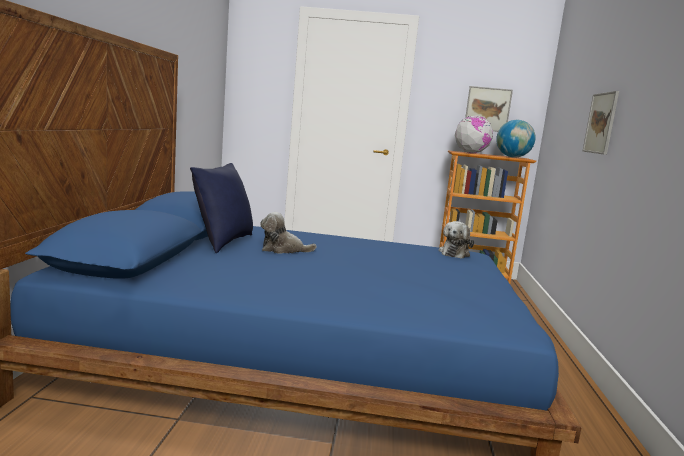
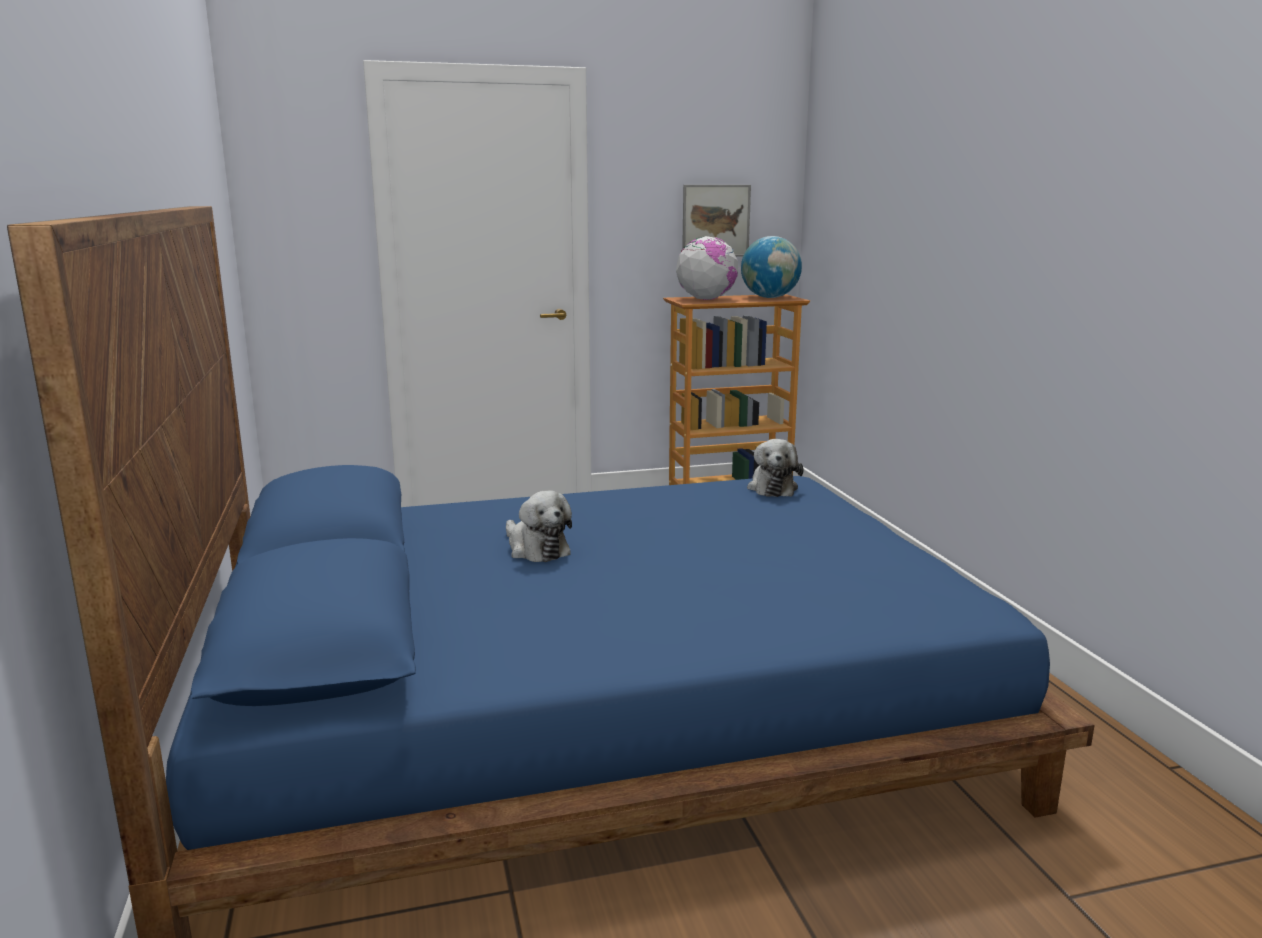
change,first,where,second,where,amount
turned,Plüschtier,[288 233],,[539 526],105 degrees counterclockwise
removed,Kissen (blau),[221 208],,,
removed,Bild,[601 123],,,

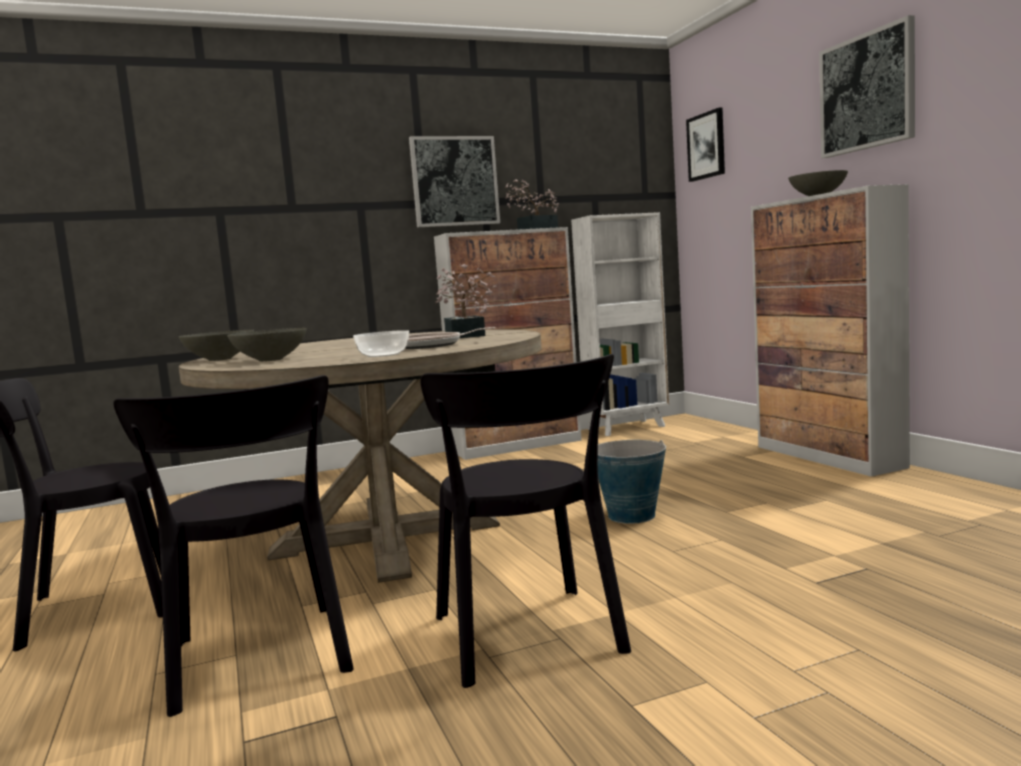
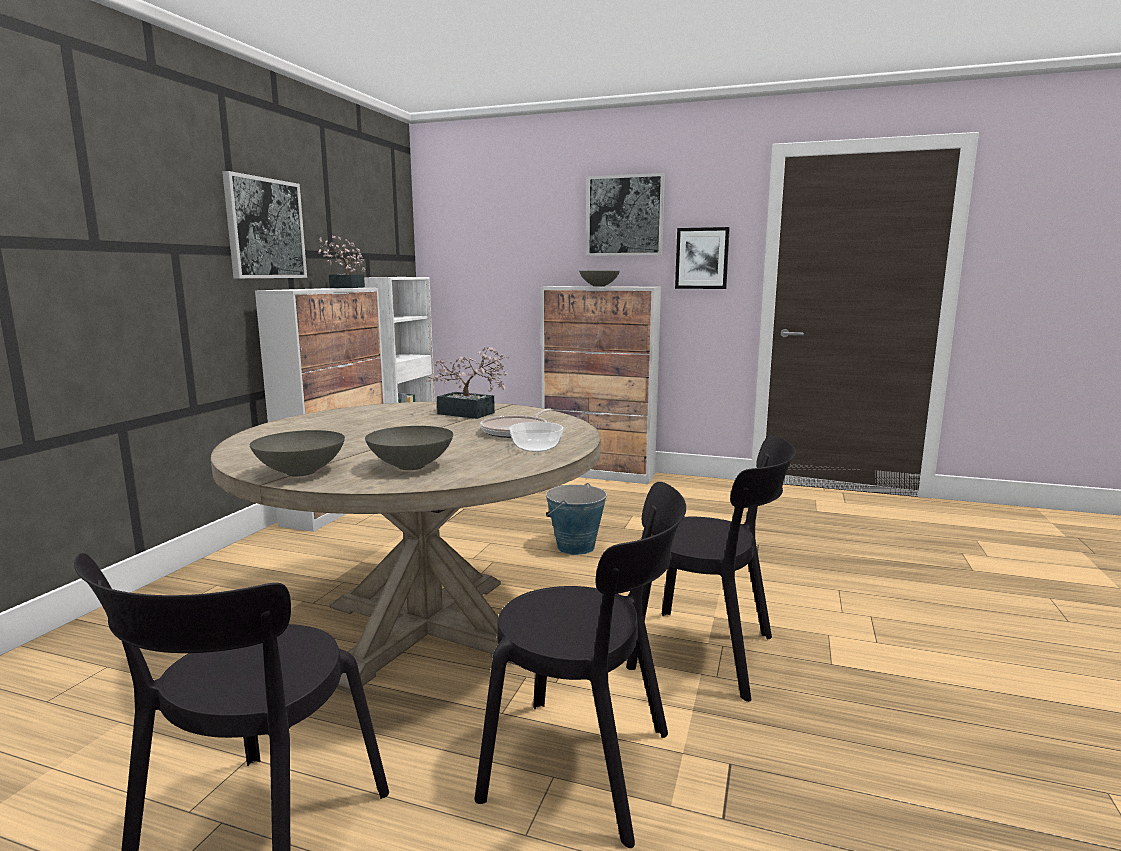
change,first,where,second,where,amount
moved,Bild,[705 145],,[702 258],

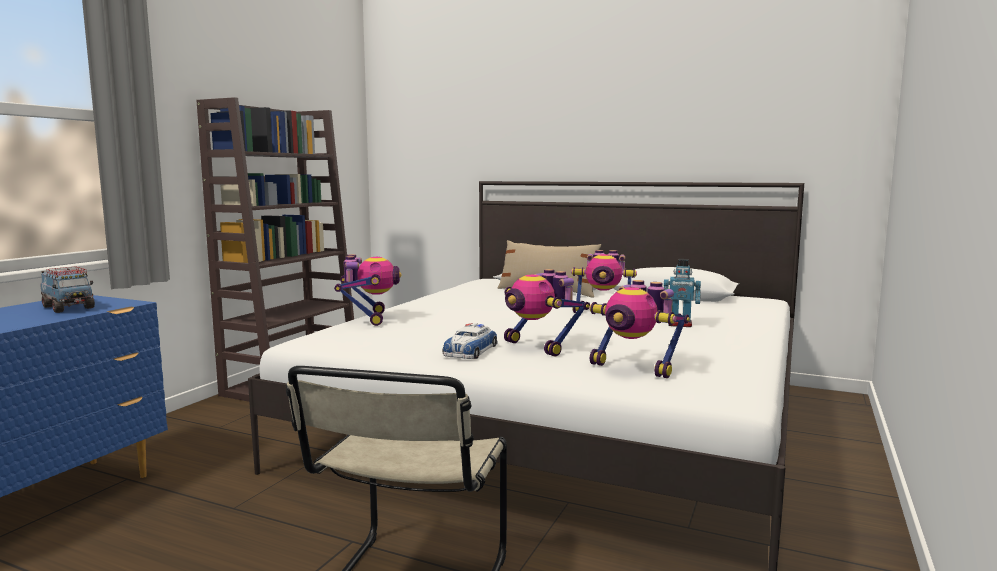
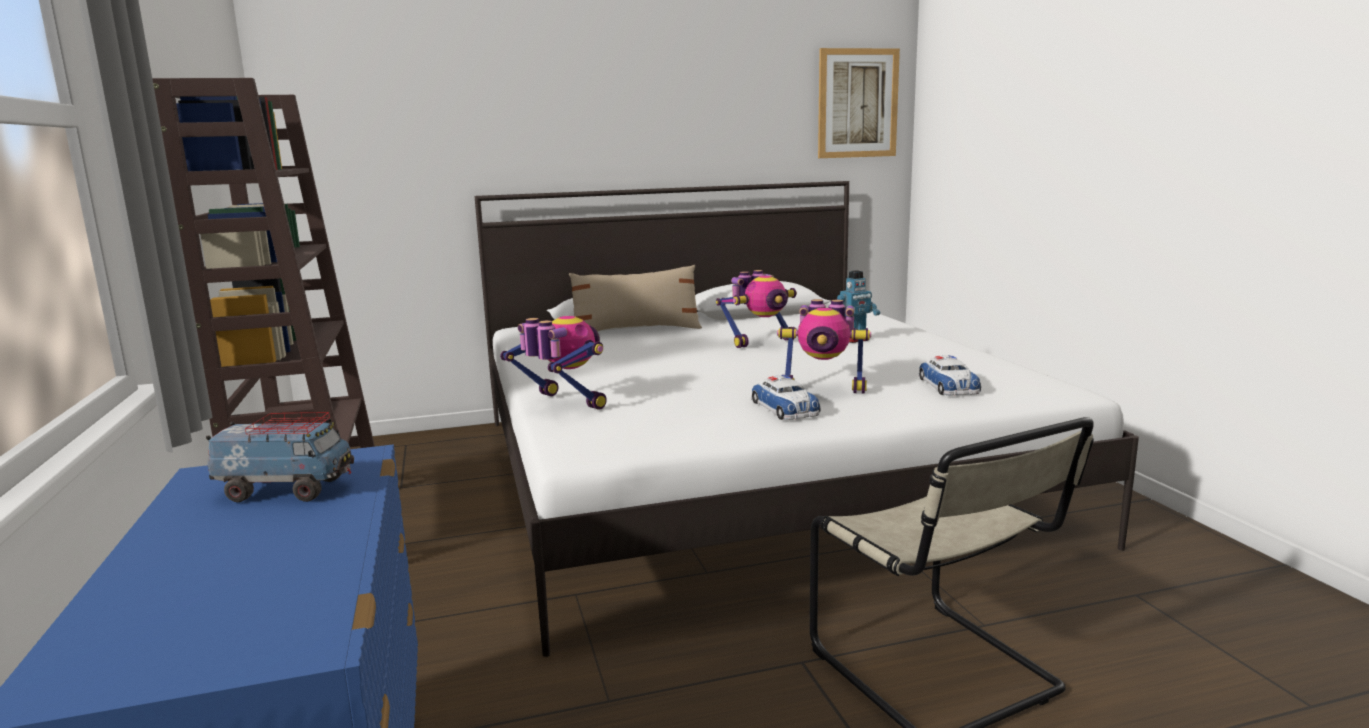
change,first,where,second,where,amount
added,,,Bild,[859 103],
replaced,Spielzeugroboter,[639 329],Spielzeugauto,[949 375],

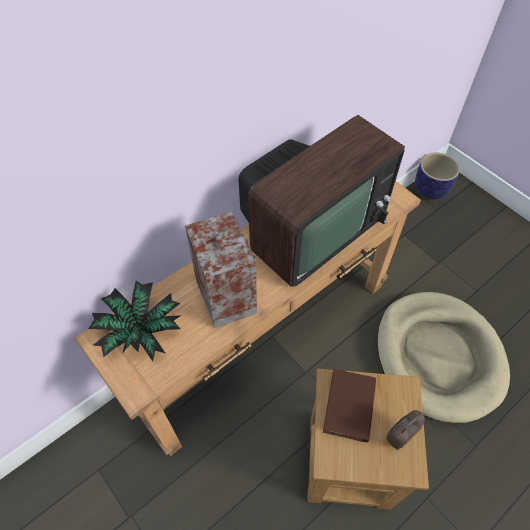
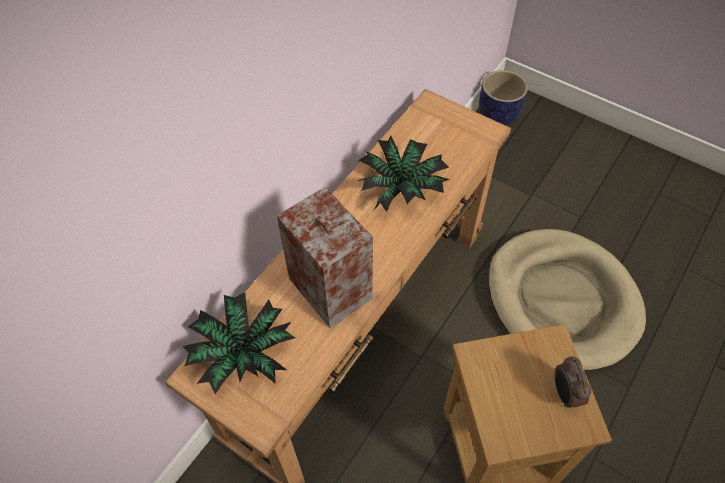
change,first,where,second,where,amount
replaced,Fernseher,[322 201],Topfpflanze,[403 174],
turned,Wecker,[405 430],,[572 382],45 degrees counterclockwise
removed,Buch (braun),[349 405],,,

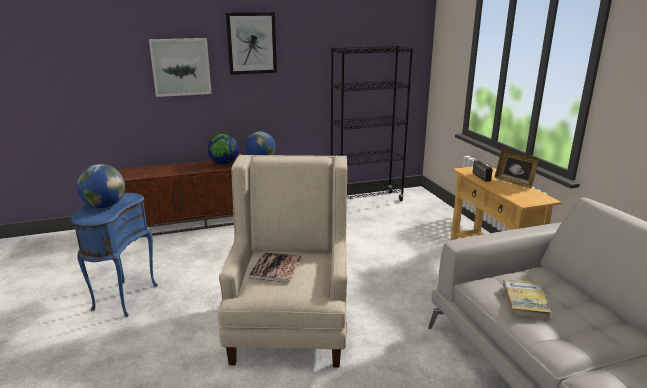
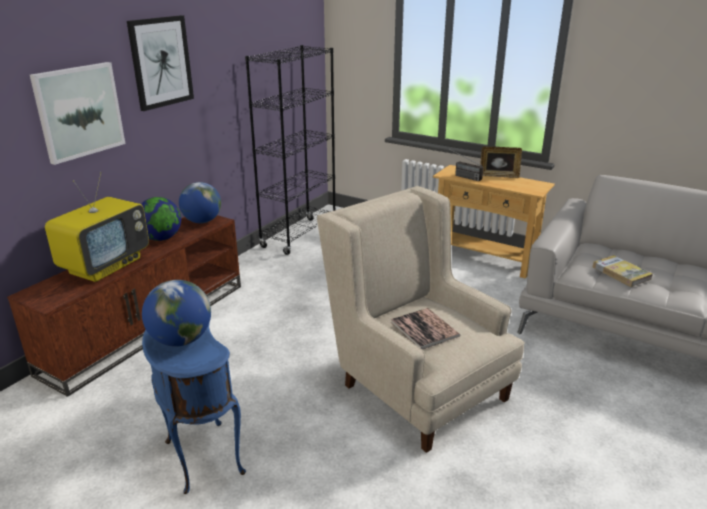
change,first,where,second,where,amount
added,,,Fernseher,[97 227],

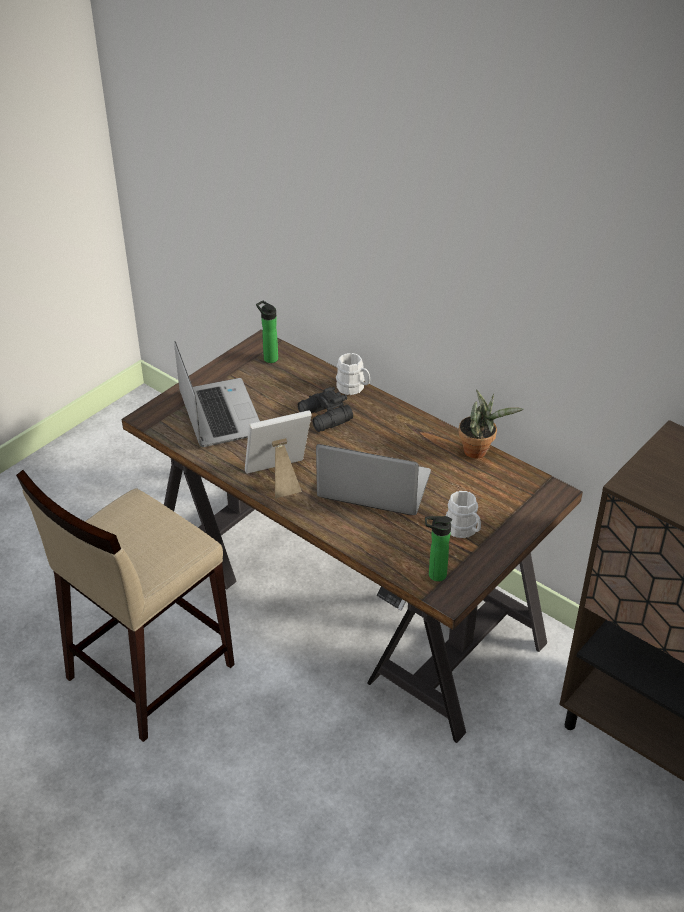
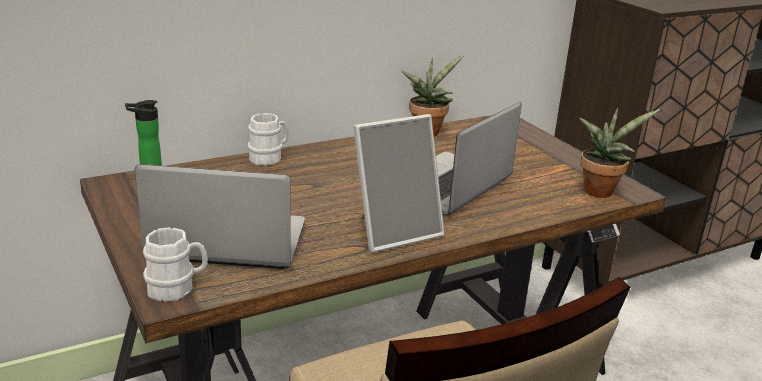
change,first,where,second,where,amount
moved,Henkelbecher (weiß),[463 514],,[175 264],
turned,Bilderrahmen,[278 454],,[399 183],120 degrees counterclockwise
replaced,Flasche,[438 549],Topfpflanze,[619 153],
removed,Fernglas (schwarz),[325 409],,,

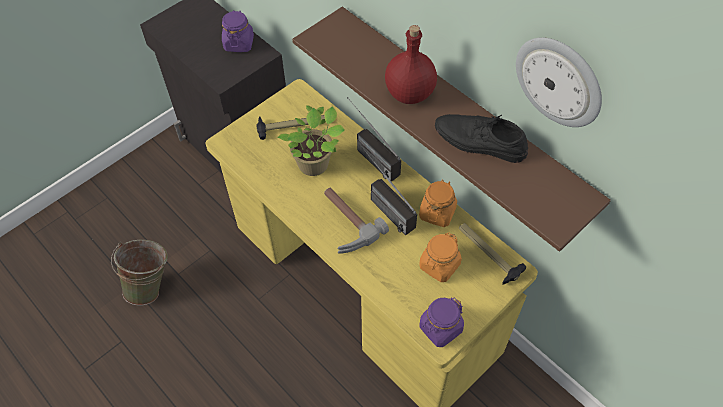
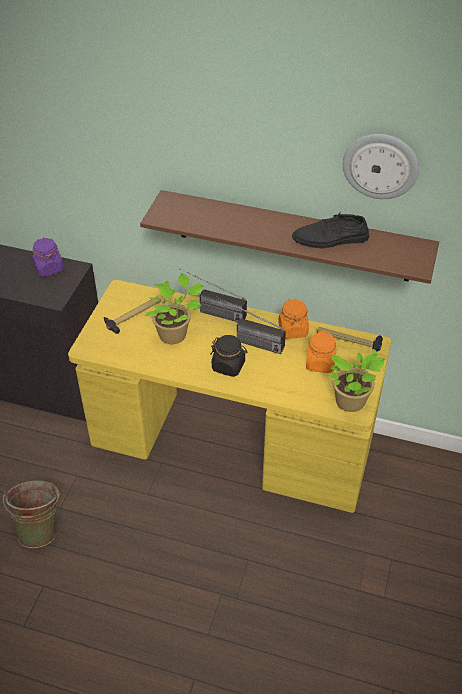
change,first,where,second,where,amount
replaced,Hammer,[356 220],Vorratsglas (schwarz),[229 356],
replaced,Vorratsglas (lila),[441 322],Topfpflanze,[356 380],
removed,Flasche (rot),[411 64],,,

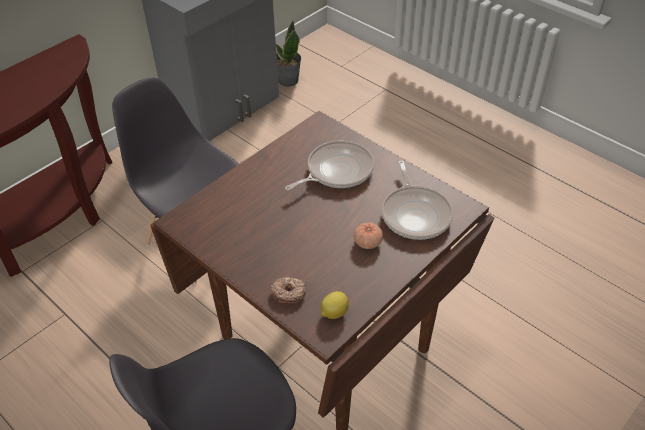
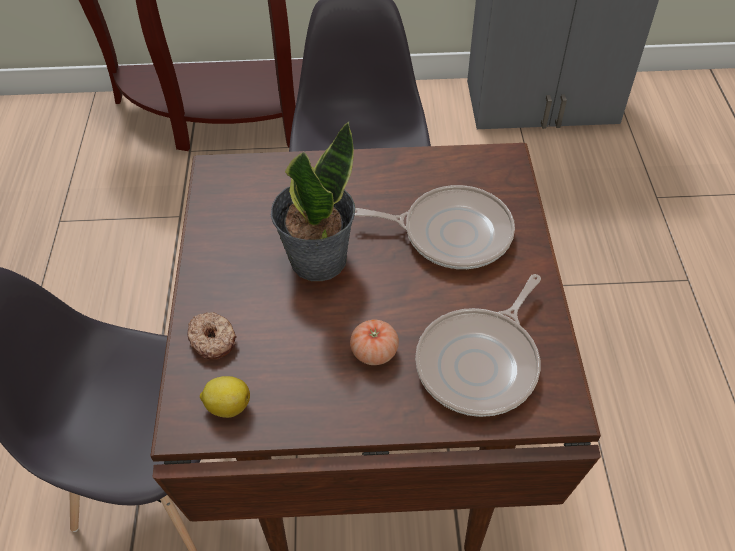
change,first,where,second,where,amount
moved,Topfpflanze,[288 54],,[313 201],

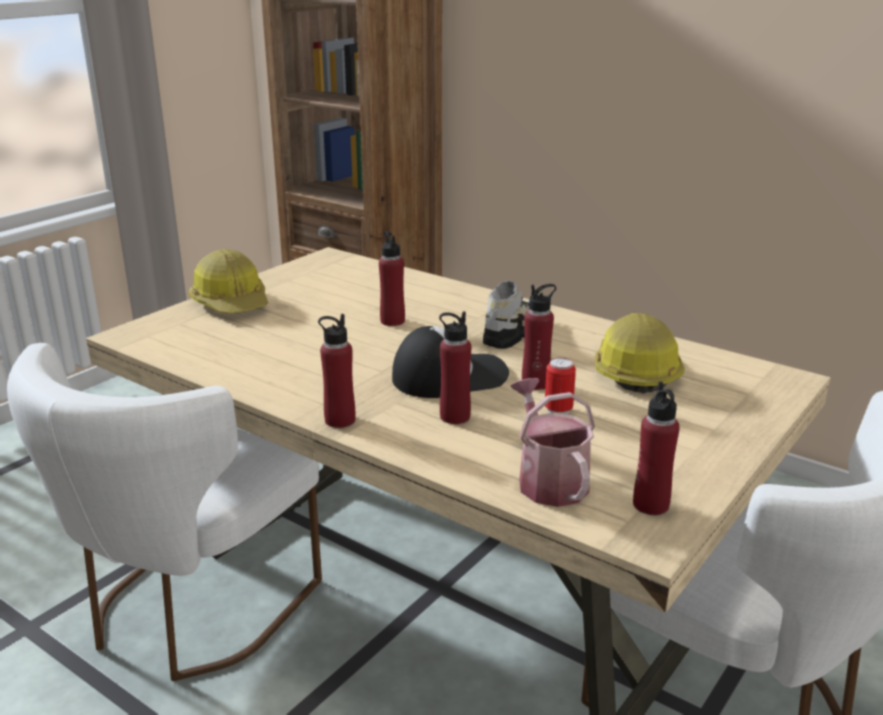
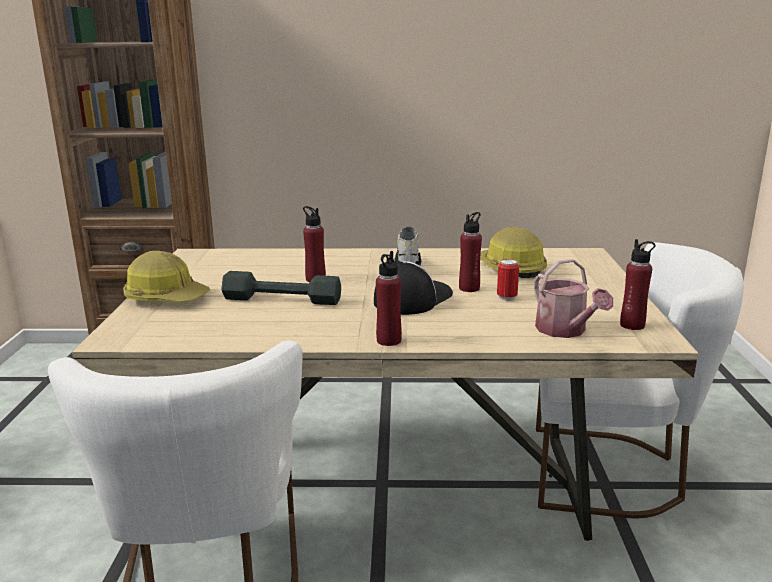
change,first,where,second,where,amount
added,,,Hantel (grau),[281 288],
turned,Gießkanne,[552 442],,[573 298],150 degrees counterclockwise
removed,Flasche (rot),[455 367],,,

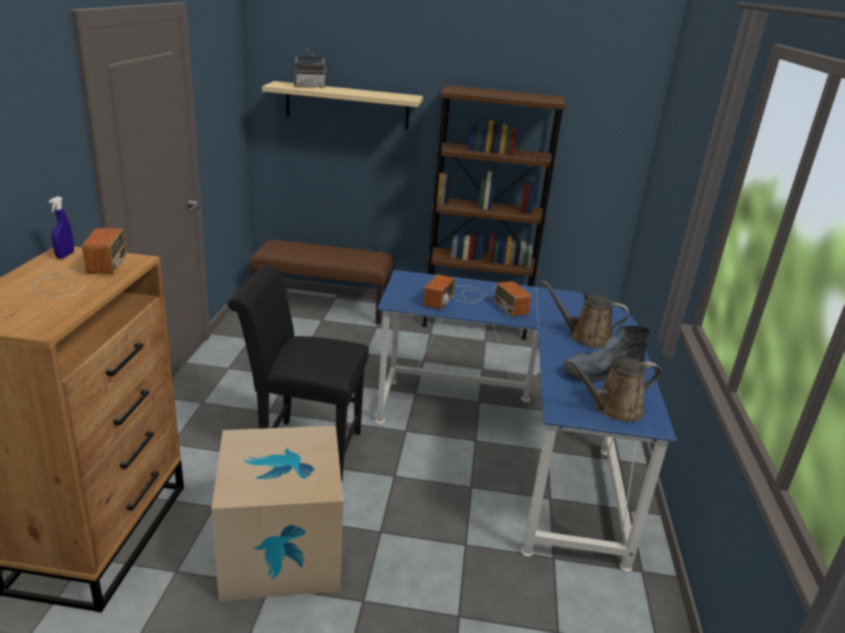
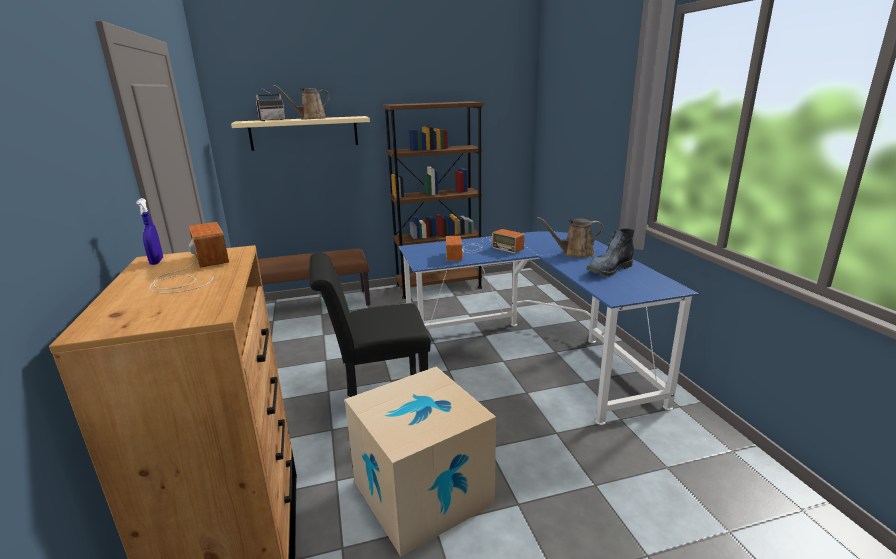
change,first,where,second,where,amount
moved,Gießkanne (braun),[614 389],,[301 102],

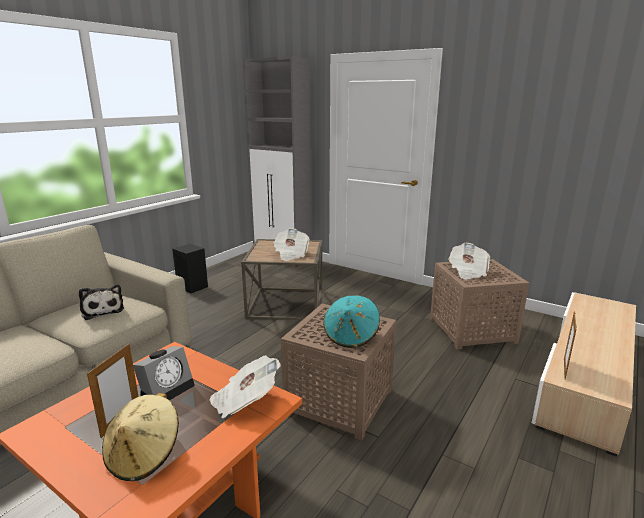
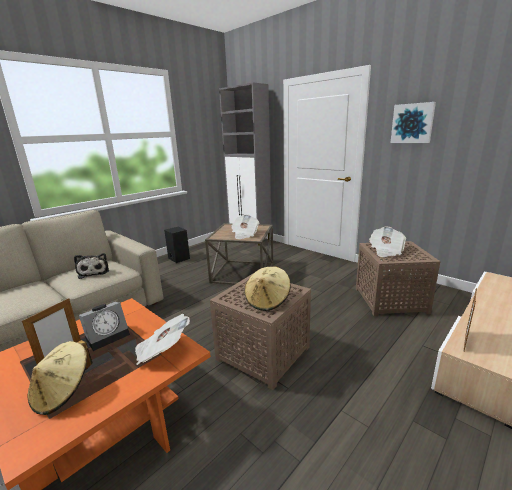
change,first,where,second,where,amount
recoloured,Hut (türkis),[351 321],Hut (beige),[268 288],
added,,,Bild,[413 122],

